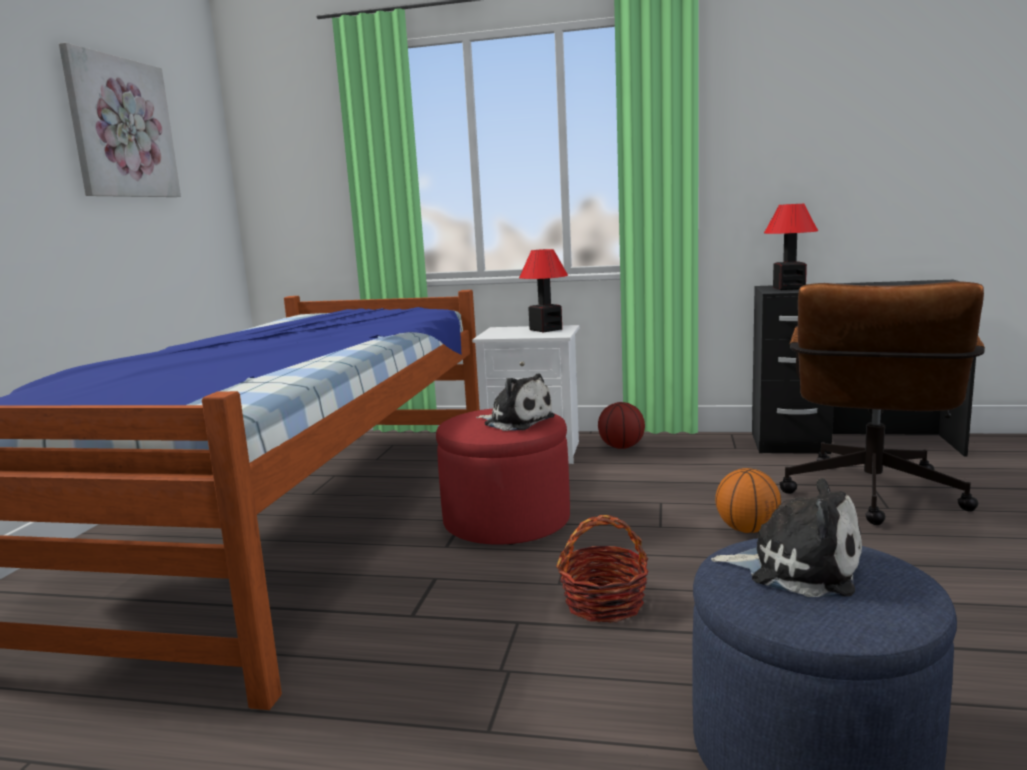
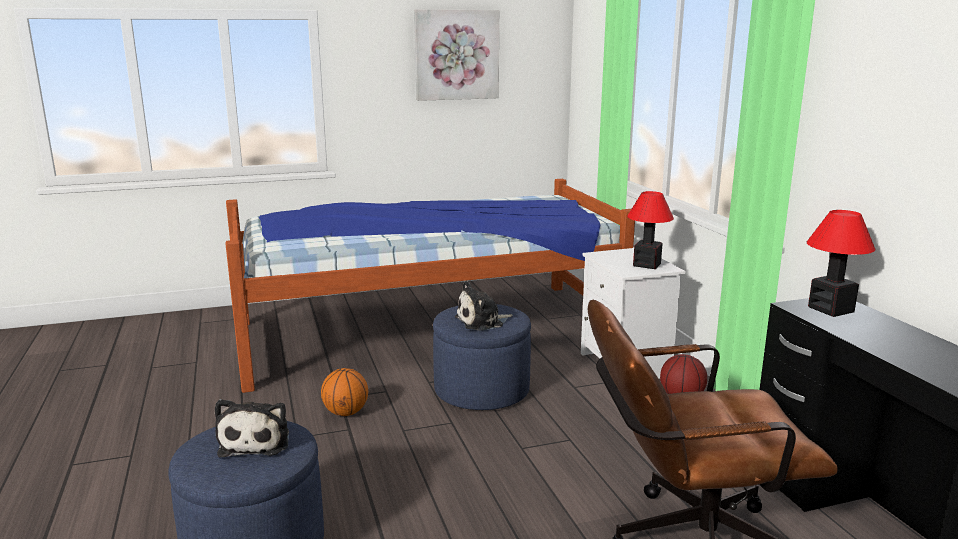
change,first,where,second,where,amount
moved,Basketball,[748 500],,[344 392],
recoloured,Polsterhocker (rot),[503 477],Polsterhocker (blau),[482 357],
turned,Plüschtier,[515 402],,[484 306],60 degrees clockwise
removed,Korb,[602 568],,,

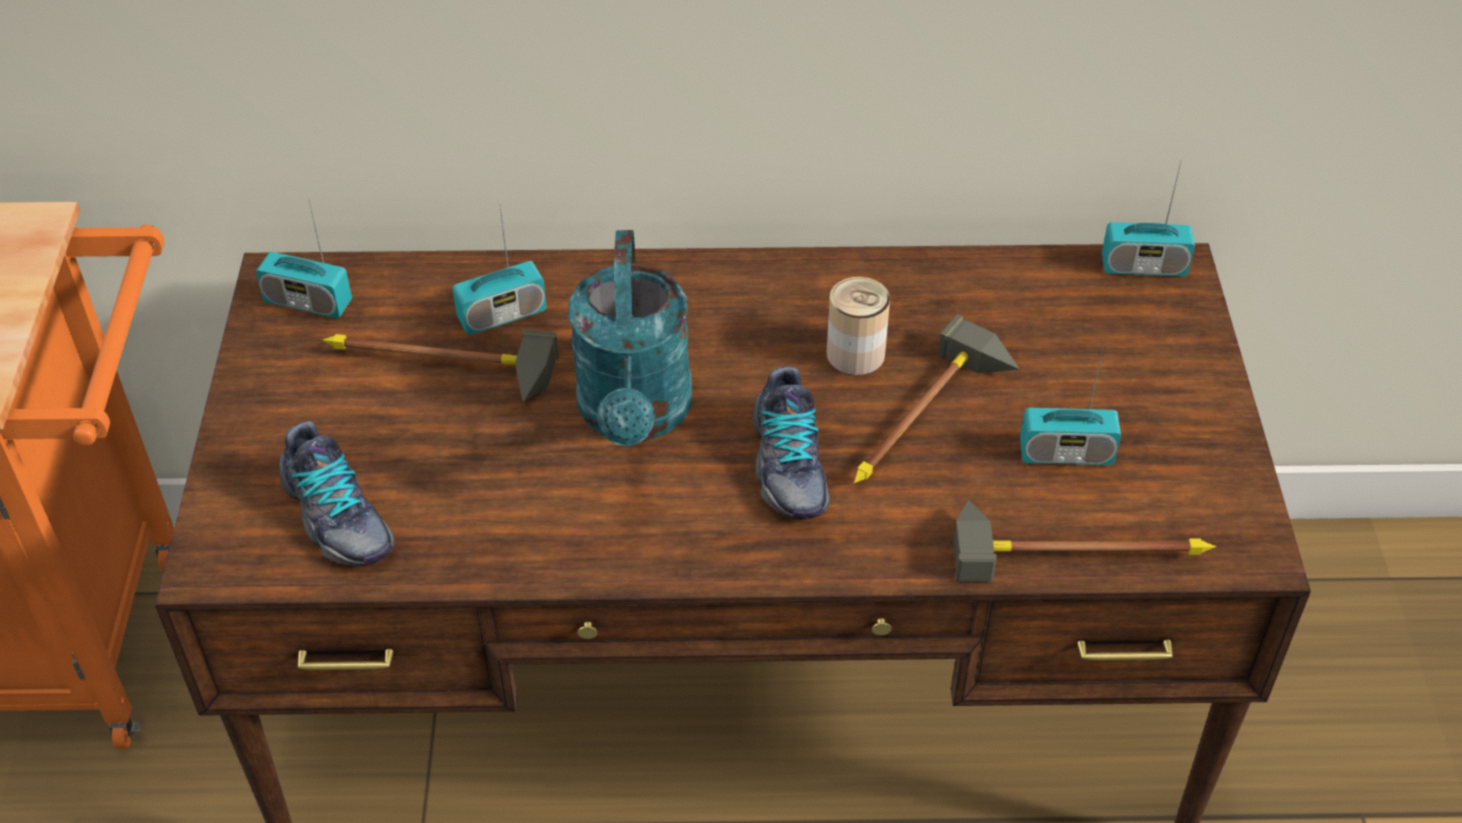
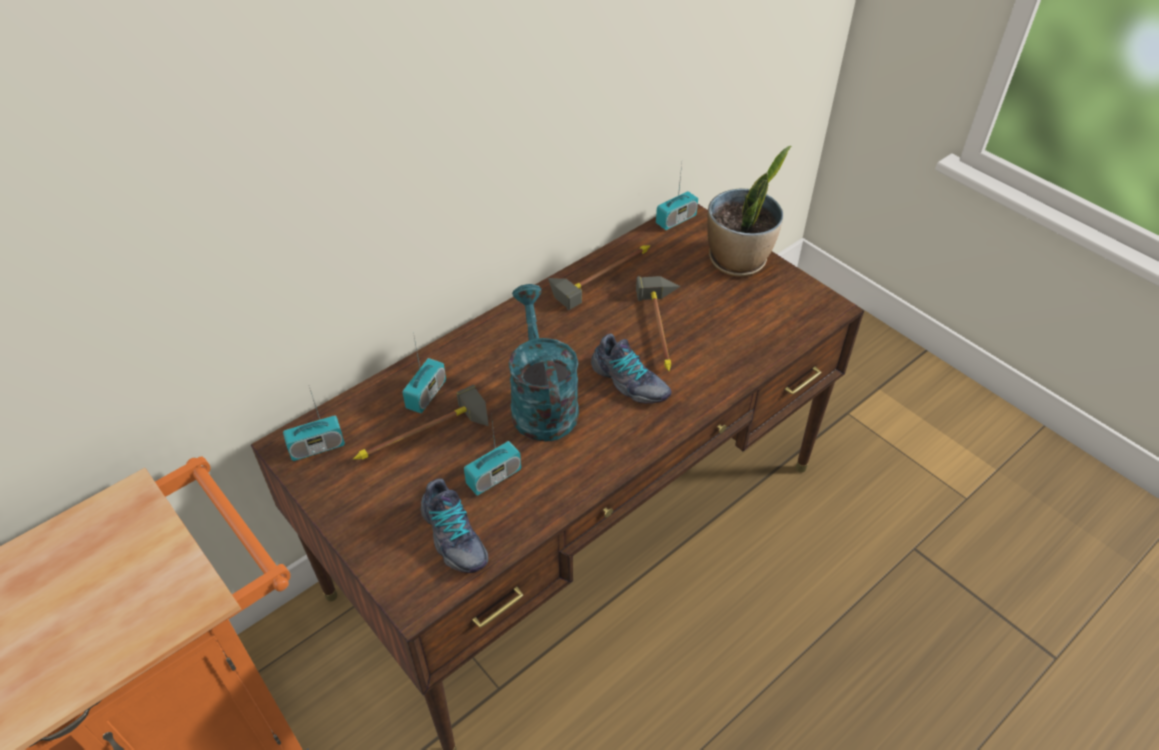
change,first,where,second,where,amount
turned,Schuh,[337 493],,[455 525],45 degrees clockwise
moved,Radio,[1070 405],,[492 454],
turned,Gießkanne (türkis),[630 338],,[543 363],150 degrees counterclockwise
moved,Hammer,[1085 540],,[599 278],
added,,,Topfpflanze,[749 211],
removed,Dose,[858 326],,,

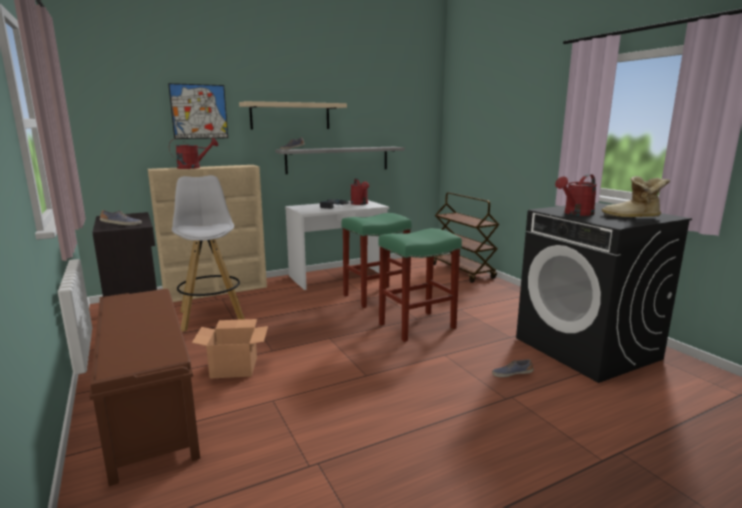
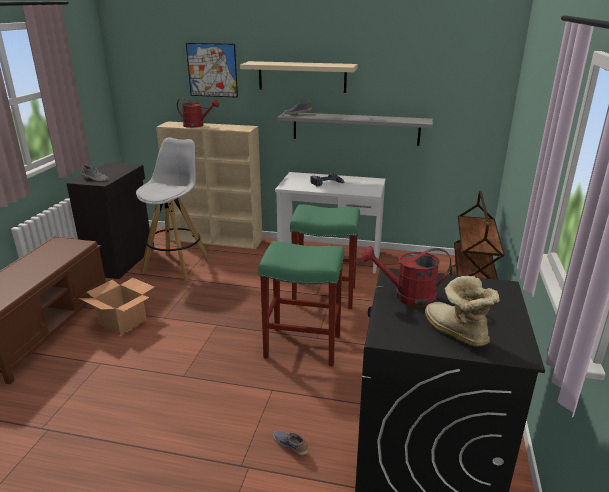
change,first,where,second,where,amount
removed,Gießkanne (rot),[360 191],,,

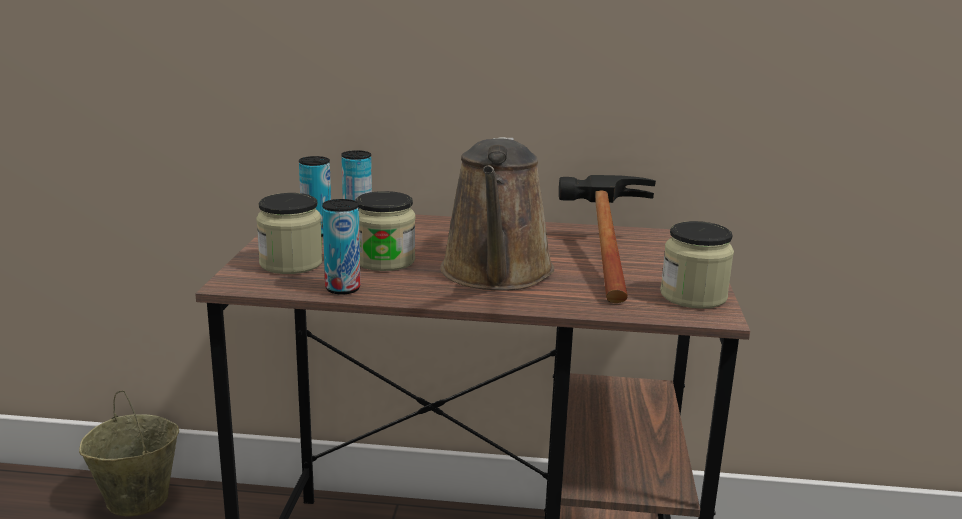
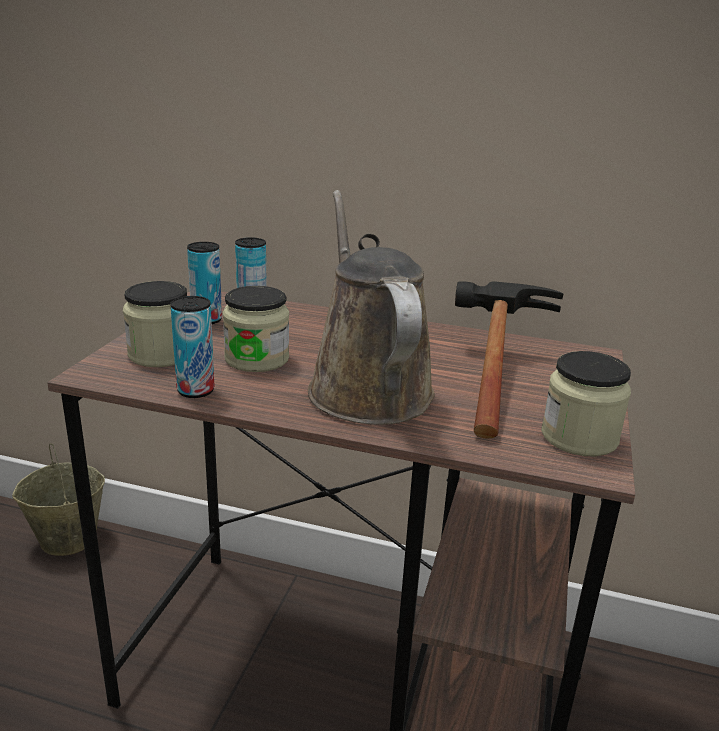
change,first,where,second,where,amount
turned,Gießkanne (braun),[497 214],,[371 307],150 degrees clockwise

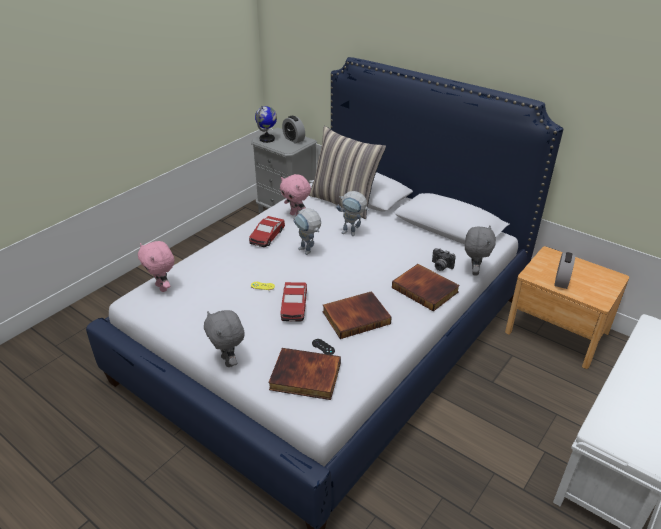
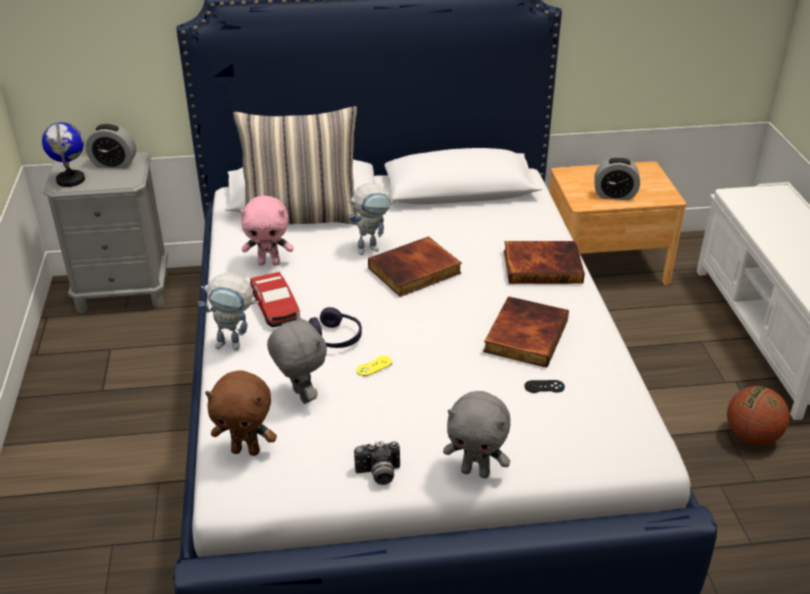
change,first,where,second,where,amount
moved,Spielzeugroboter,[307 231],,[228 312],
recoloured,Plüschtier (rosa),[156 266],Plüschtier (braun),[241 413],
moved,Plüschtier (grau),[480 251],,[297 359],
added,,,Kopfhörer (lila),[335 327],
moved,Kamera,[444 259],,[377 463],
moved,Buch,[304 374],,[415 266],
turned,Wecker,[564 270],,[617 178],120 degrees clockwise
added,,,Basketball,[758 415],
removed,Spielzeugauto,[294 301],,,

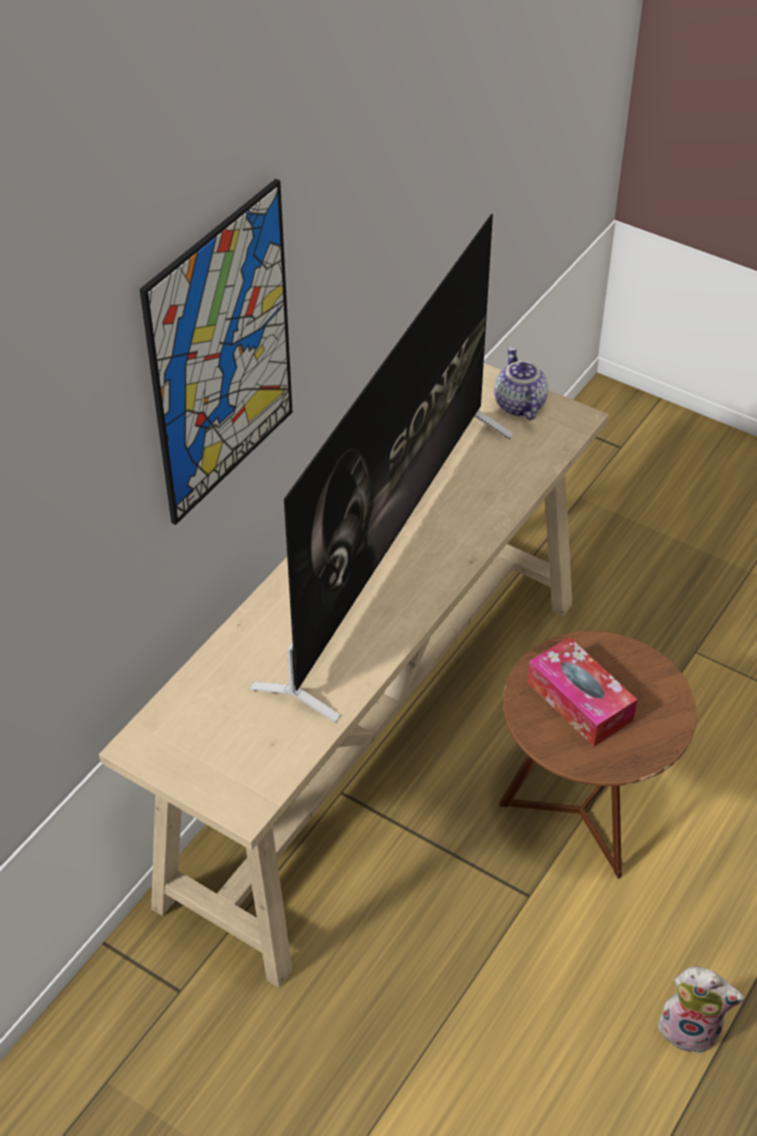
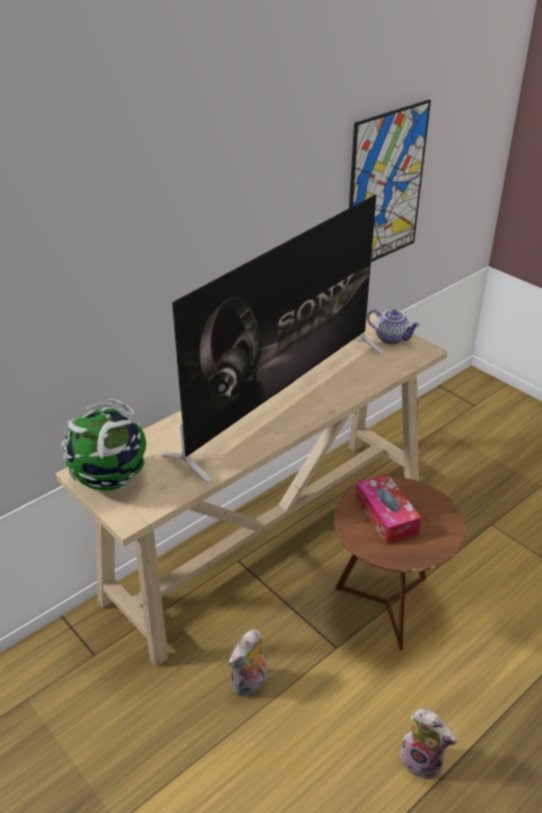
change,first,where,second,where,amount
added,,,Globus,[104 445],
added,,,Plüschtier,[248 662],
moved,Bild,[216 352],,[390 181],
turned,Teekanne,[521 383],,[393 326],120 degrees clockwise

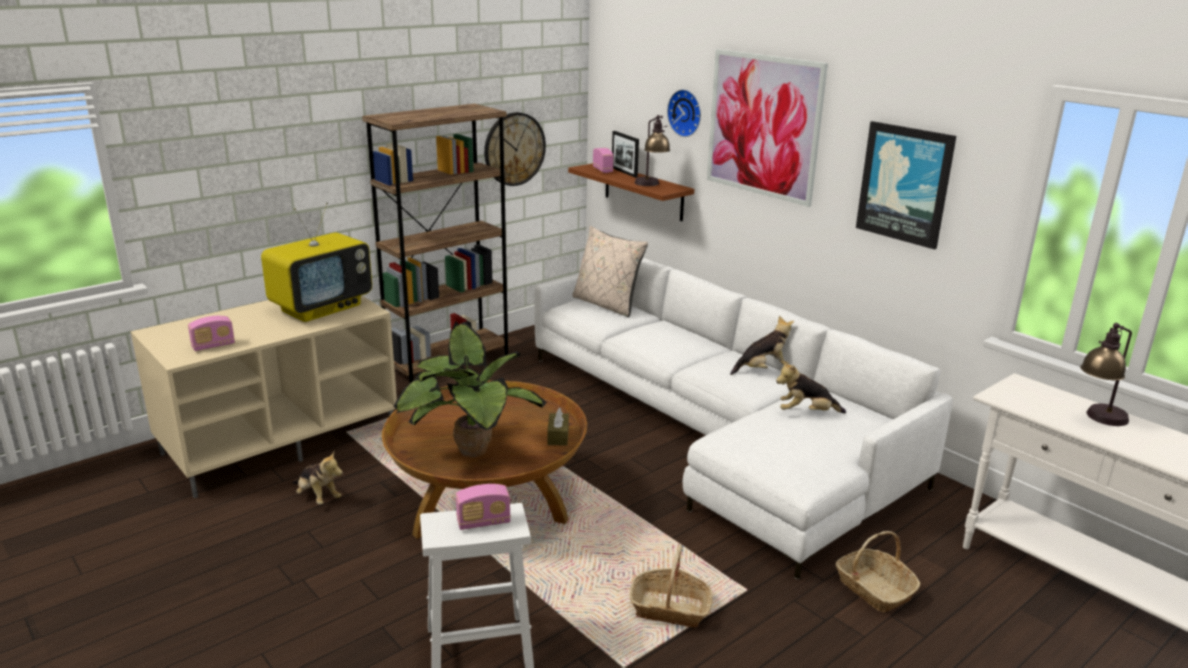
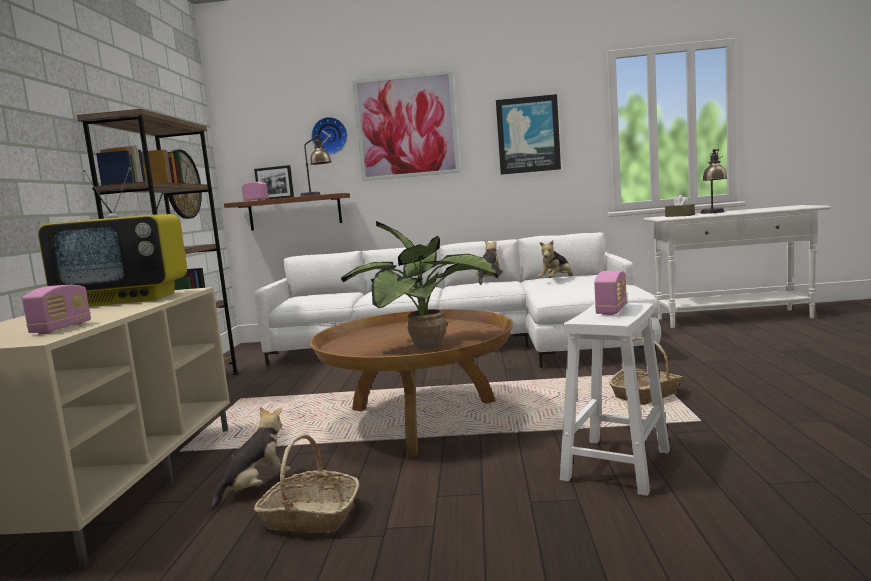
change,first,where,second,where,amount
turned,Fernseher,[316 262],,[112 237],90 degrees clockwise
turned,Plüschtier,[317 478],,[250 459],45 degrees counterclockwise
moved,Korb,[878 572],,[306 483],
moved,Taschentuchbox (braun),[558 427],,[680 206],
removed,Kissen (beige),[610 271],,,

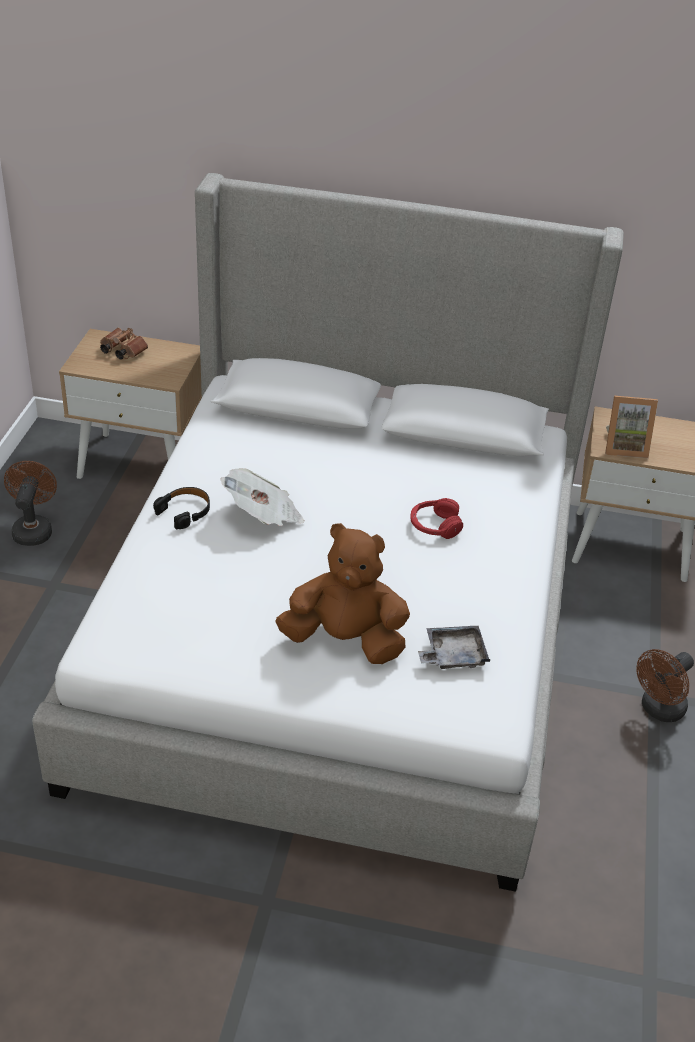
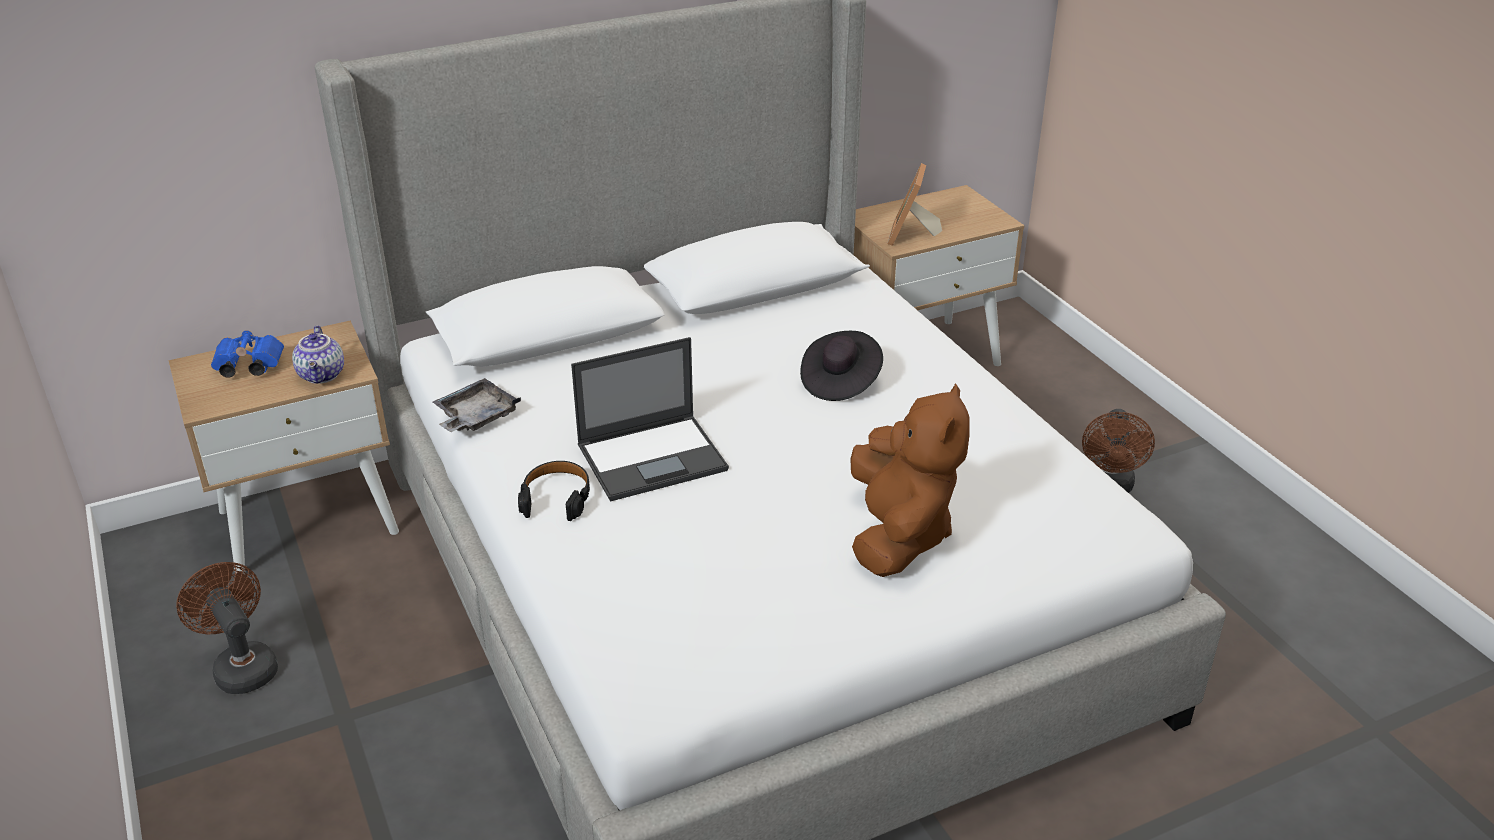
change,first,where,second,where,amount
recoloured,Fernglas (braun),[124 344],Fernglas (blau),[247 354],
added,,,Teekanne,[318 354],
moved,Tablett (grau),[454 647],,[477 405],
replaced,Zeitung,[262 497],Laptop,[650 419],
replaced,Kopfhörer (rot),[436 518],Hut (schwarz),[841 366],
turned,Plüschtier (braun),[342 593],,[910 480],120 degrees clockwise
turned,Bilderrahmen,[631 427],,[914 204],135 degrees clockwise

